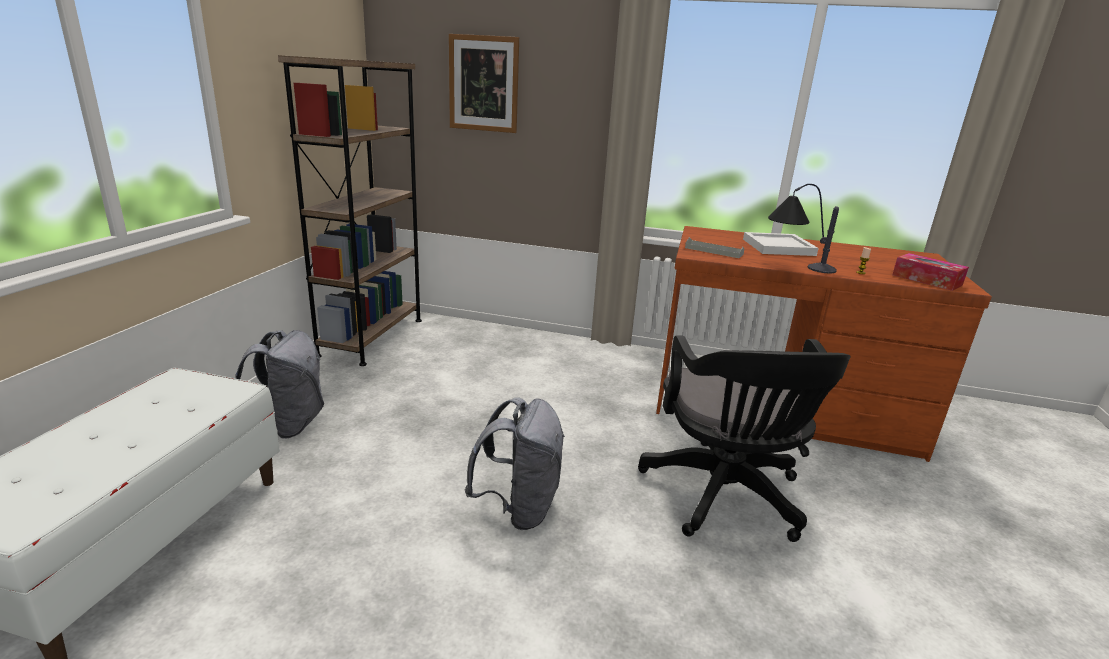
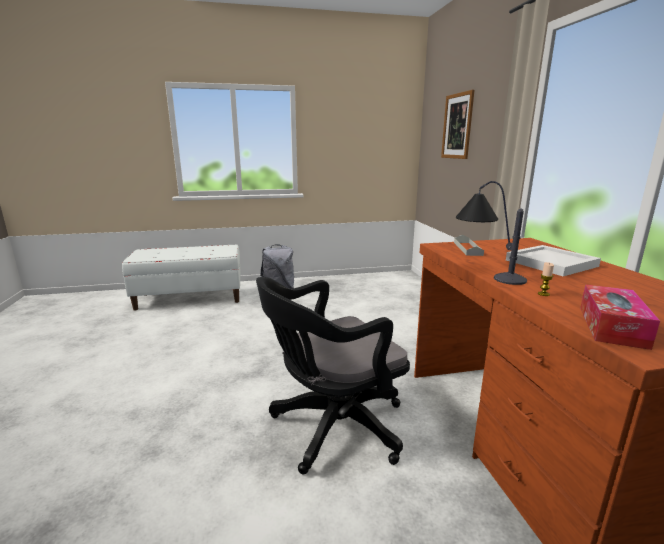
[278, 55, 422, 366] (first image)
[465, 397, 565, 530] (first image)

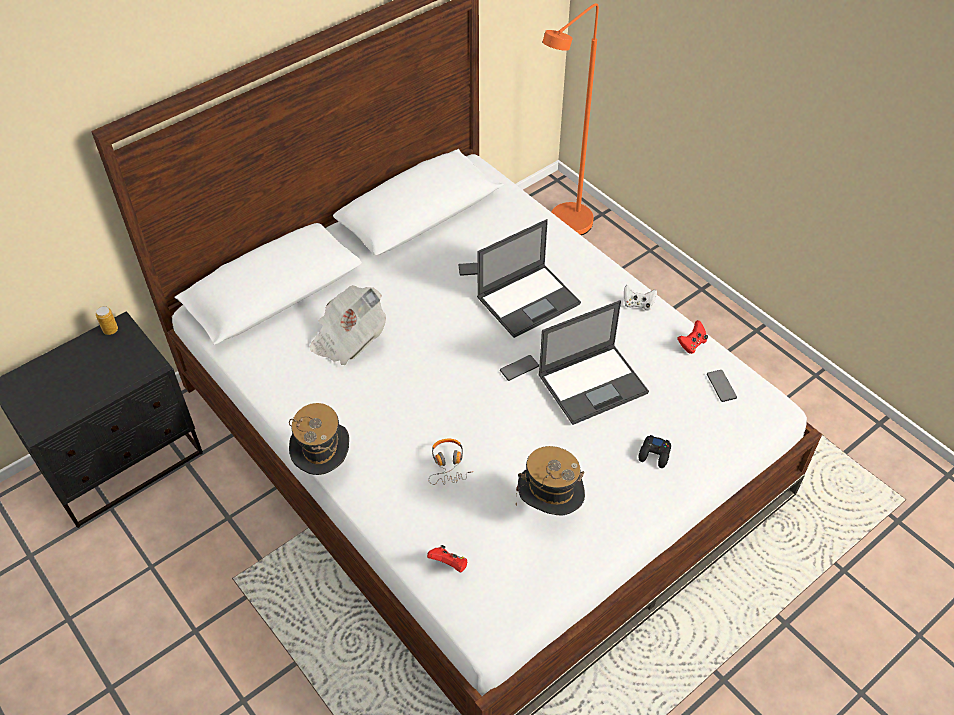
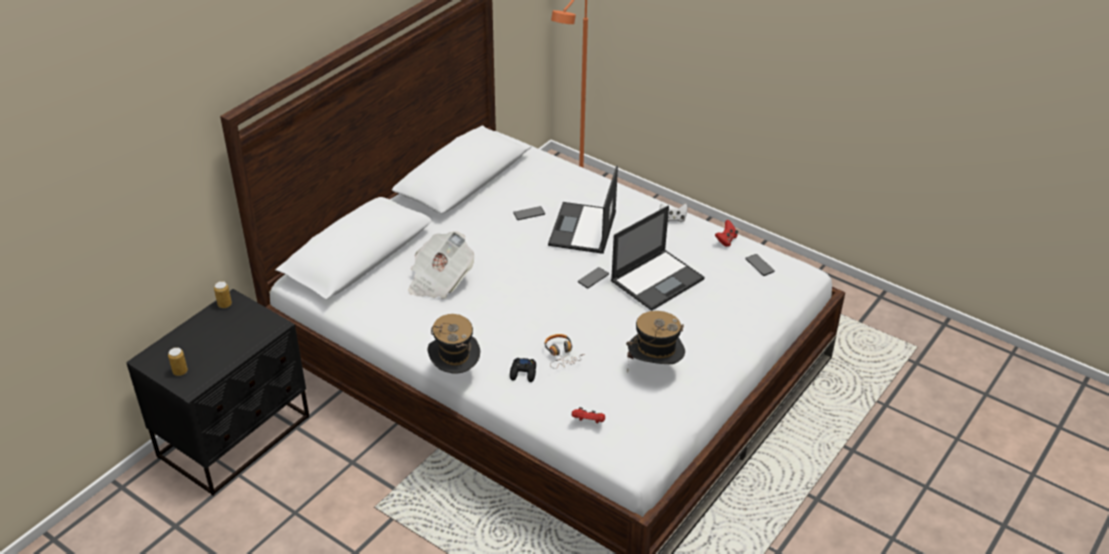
[548, 165, 618, 254]
[510, 358, 536, 382]
[168, 347, 188, 376]

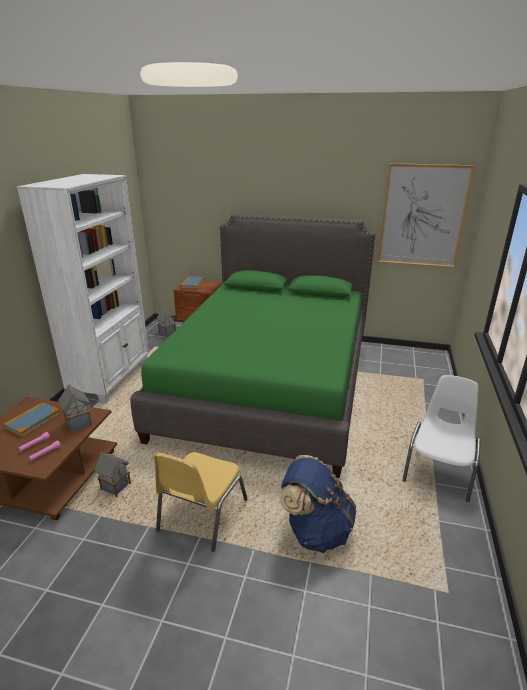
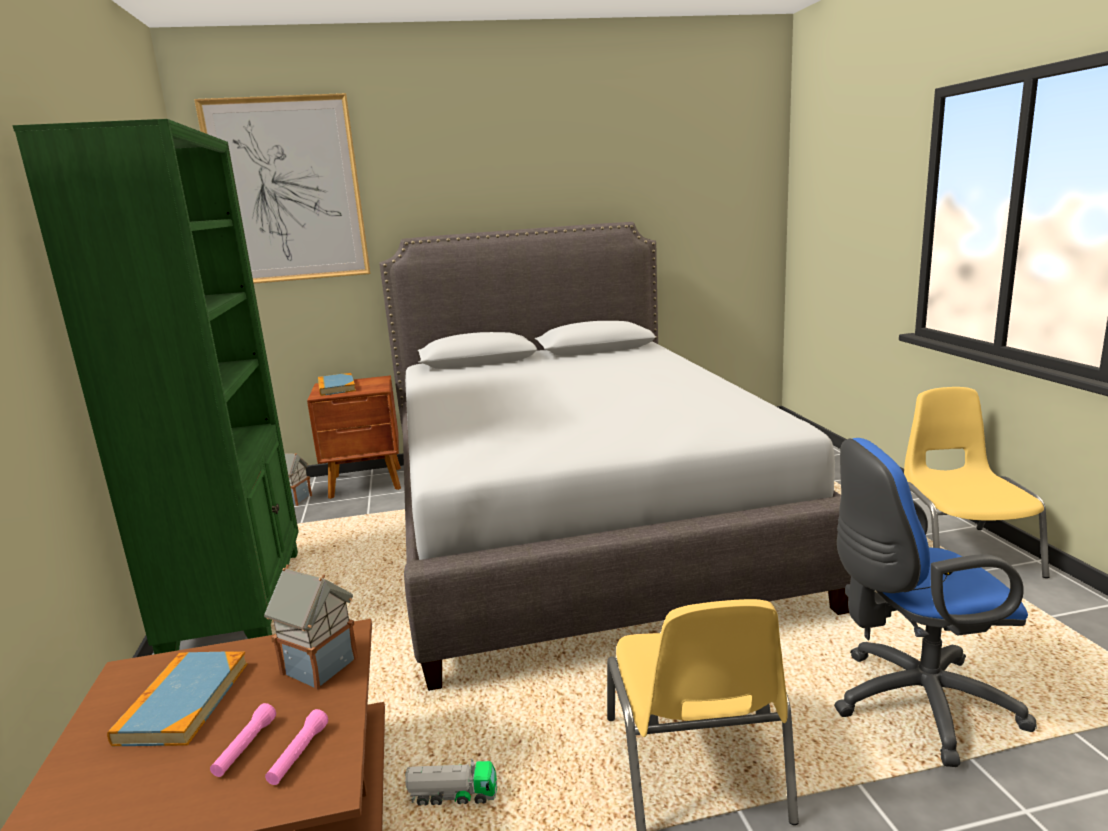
[194, 93, 371, 284]
[12, 119, 299, 654]
[379, 222, 851, 691]
[904, 387, 1050, 578]
[405, 759, 497, 806]
[834, 438, 1037, 767]

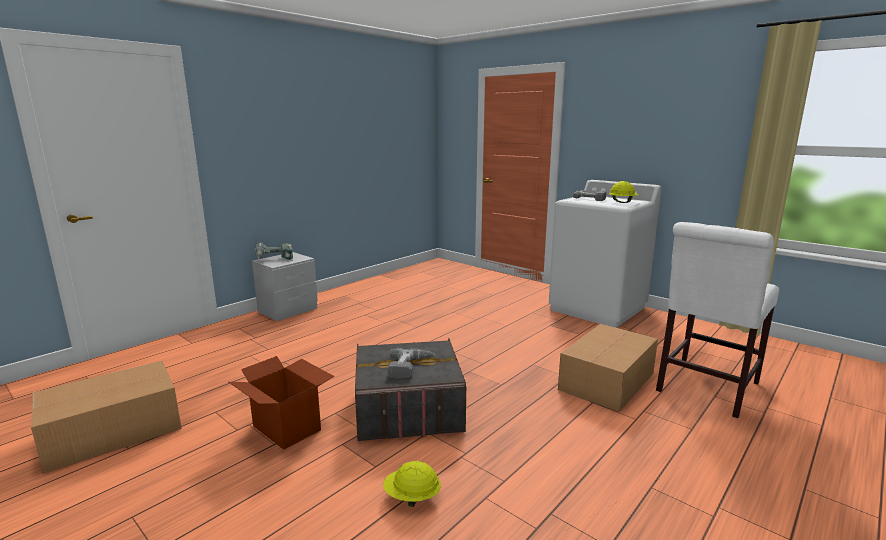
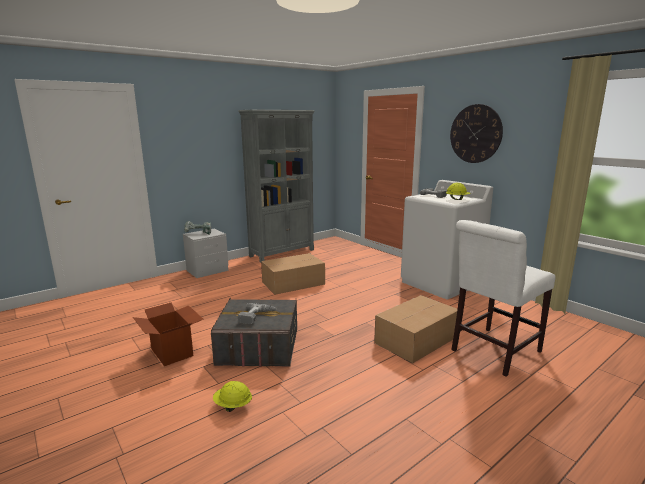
[261, 253, 325, 295]
[450, 104, 503, 163]
[238, 110, 315, 262]

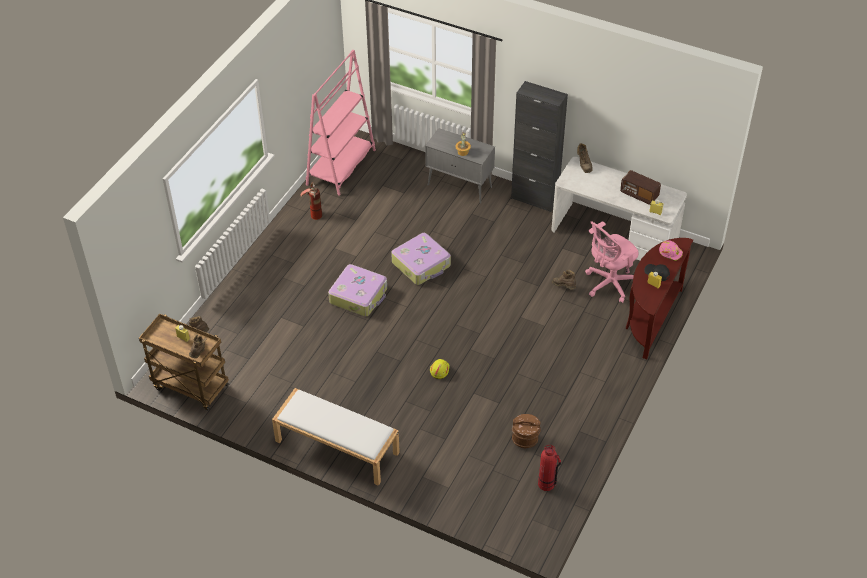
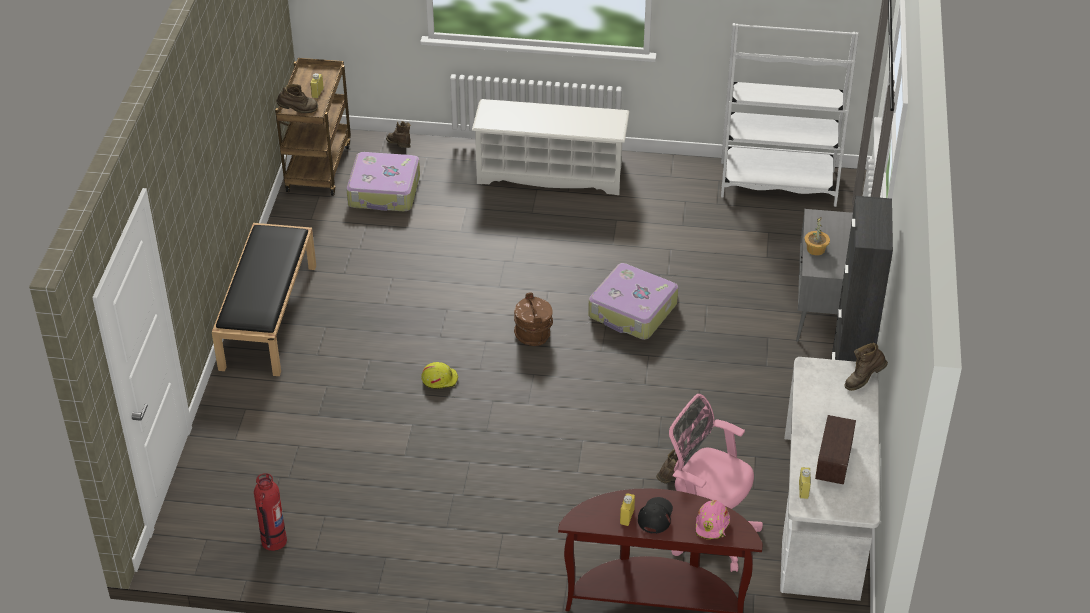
[721, 23, 859, 207]
[300, 182, 322, 220] (first image)
[346, 152, 420, 211]
[212, 223, 316, 376]
[514, 292, 553, 346]
[472, 99, 629, 195]

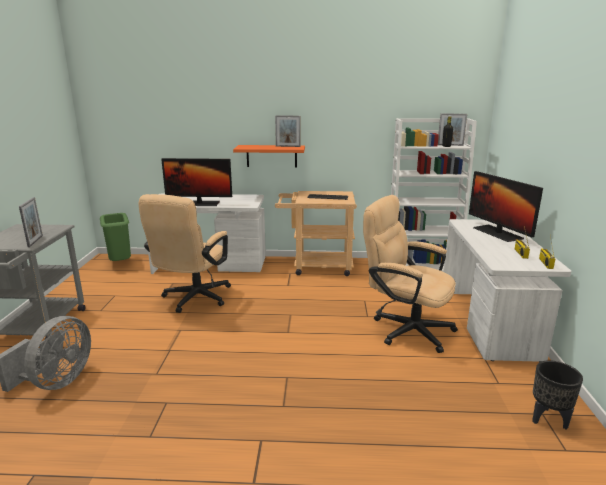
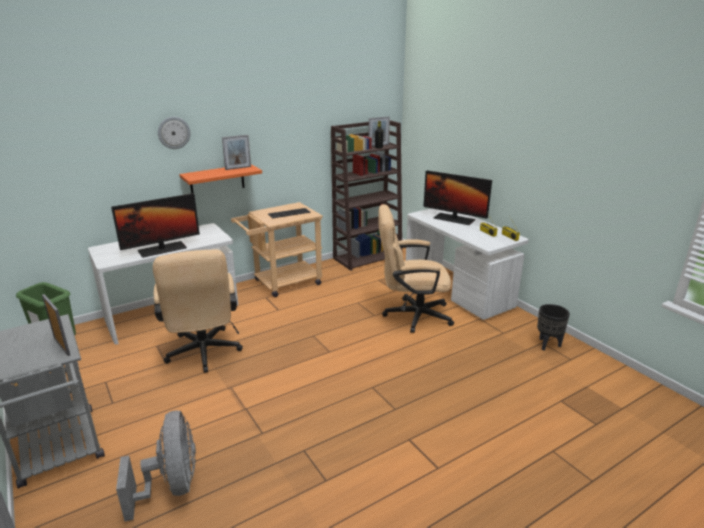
[331, 120, 402, 271]
[158, 117, 191, 149]

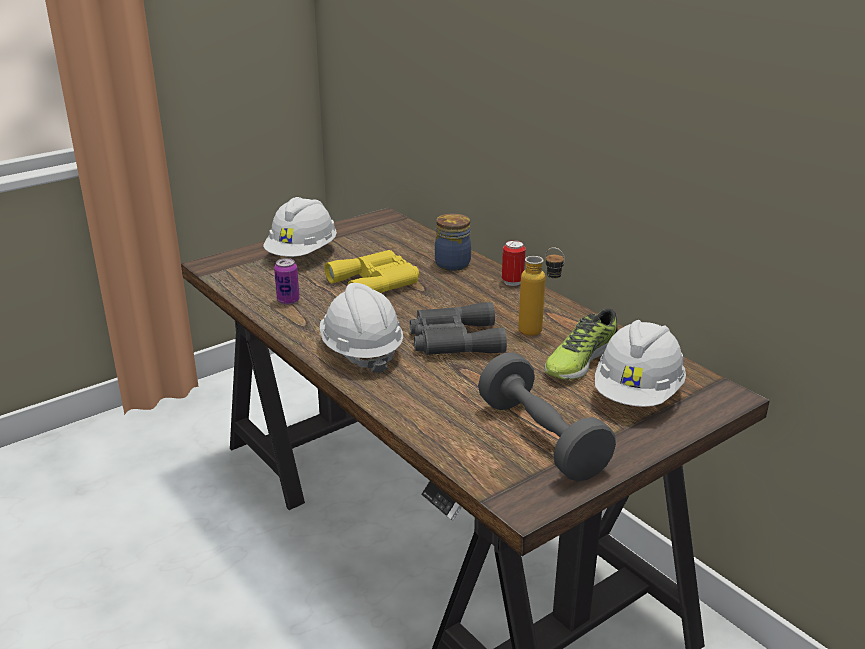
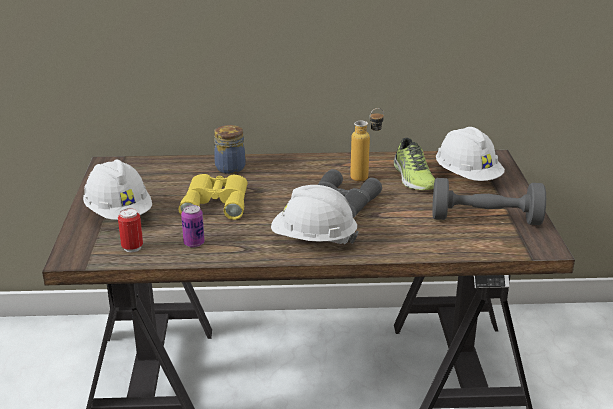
[118, 208, 143, 252]

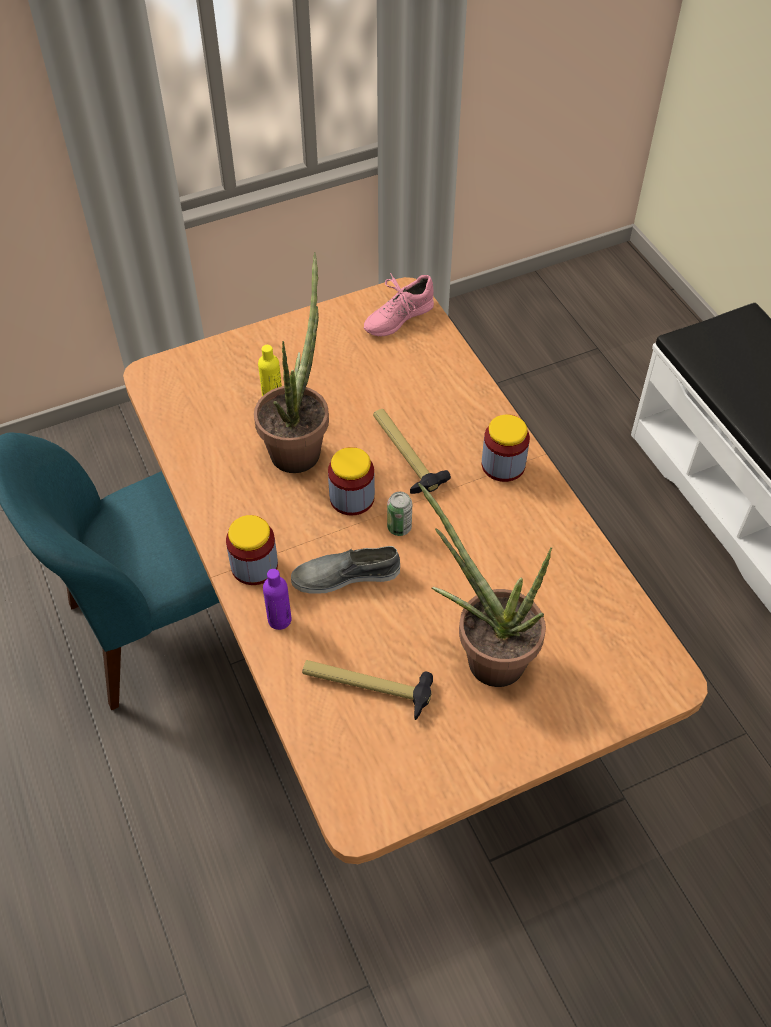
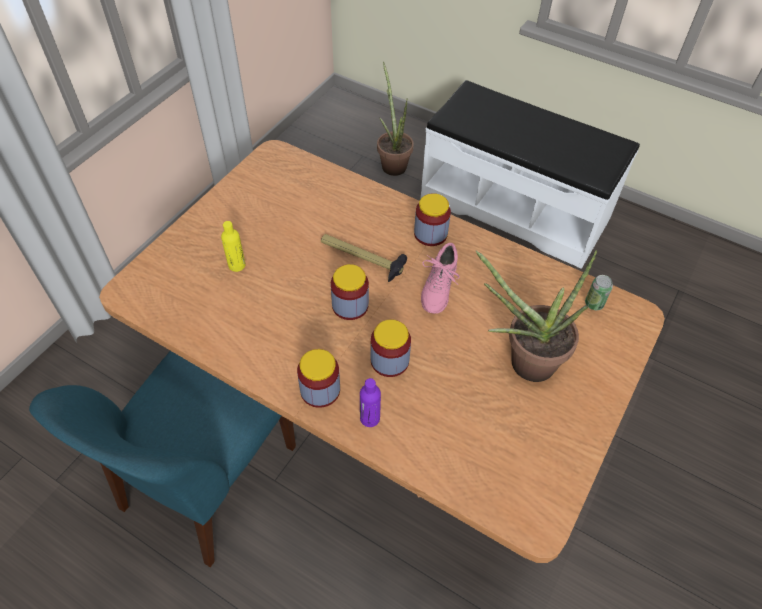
[377, 62, 414, 176]
[421, 243, 459, 314]
[585, 275, 613, 310]
[371, 319, 411, 377]
[302, 660, 433, 720] (first image)

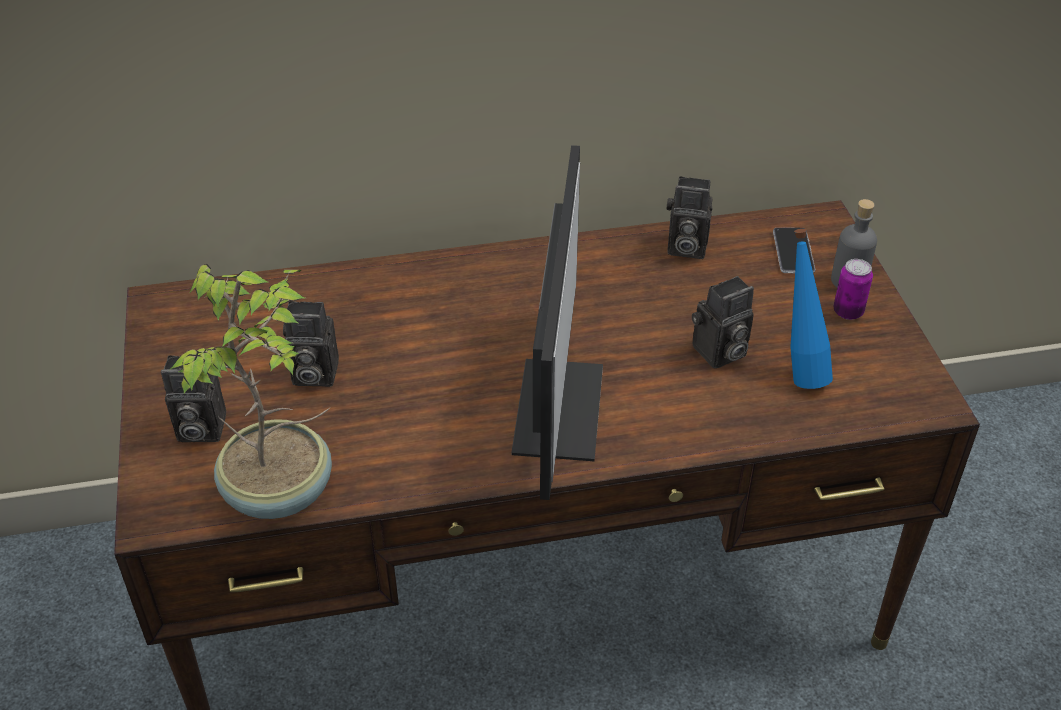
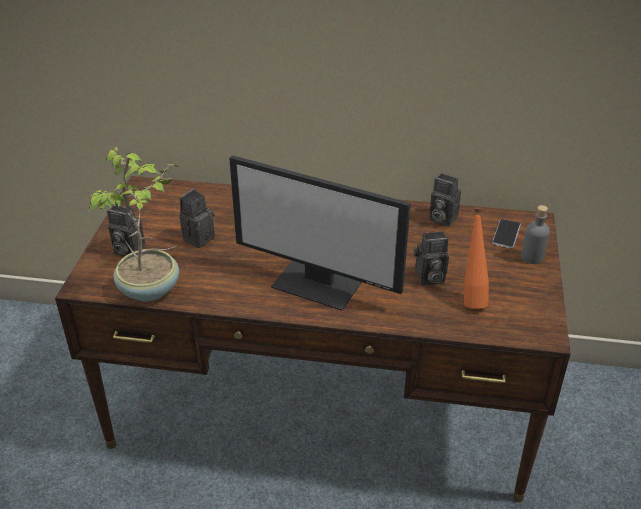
[229, 155, 411, 311]
[464, 207, 489, 309]
[833, 259, 873, 320] (first image)
[180, 189, 215, 248]

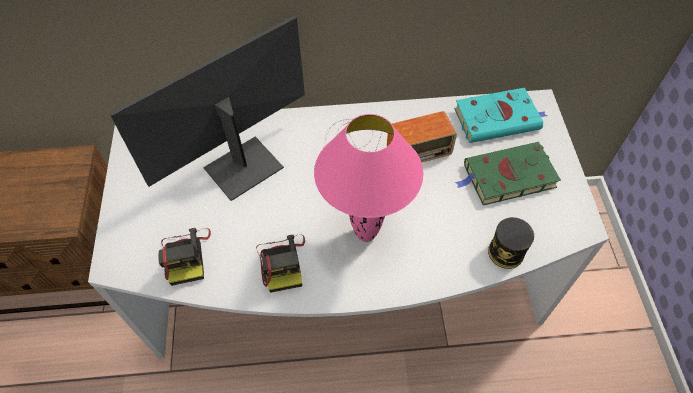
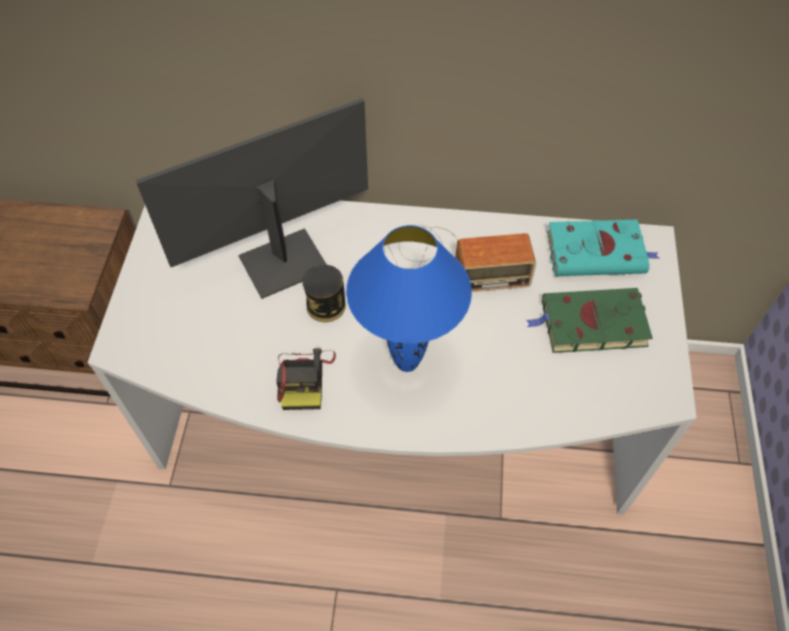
[346, 225, 472, 372]
[302, 264, 346, 322]
[159, 228, 211, 286] (first image)

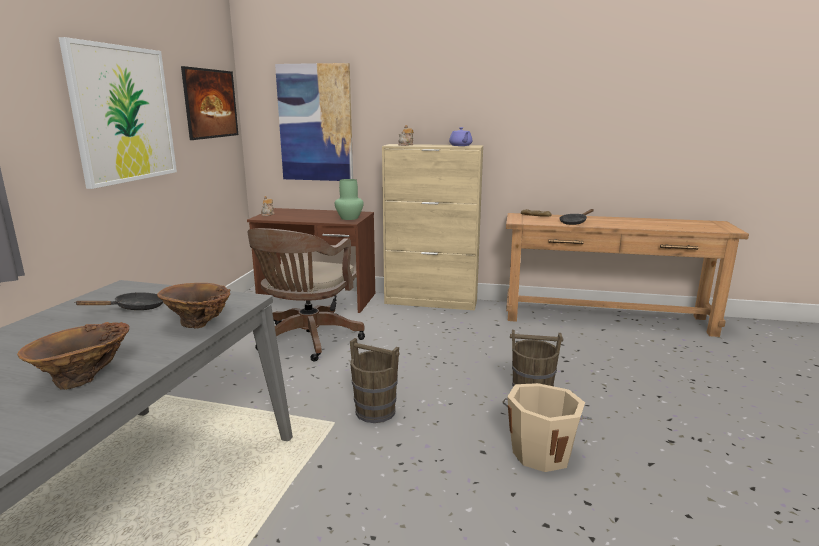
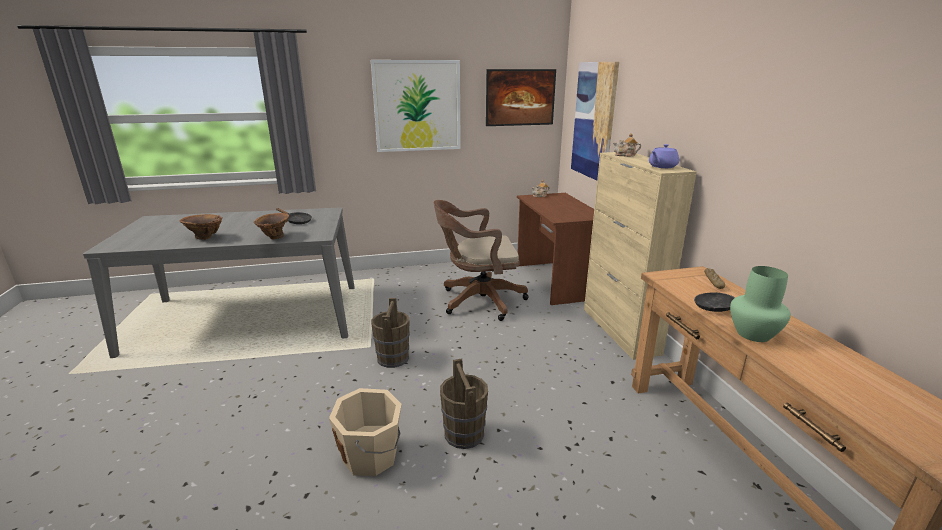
[730, 266, 791, 342]

